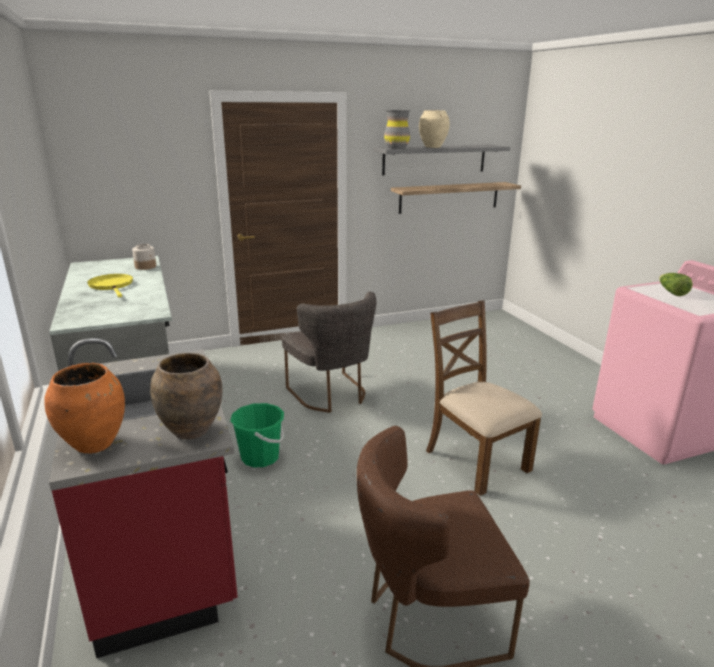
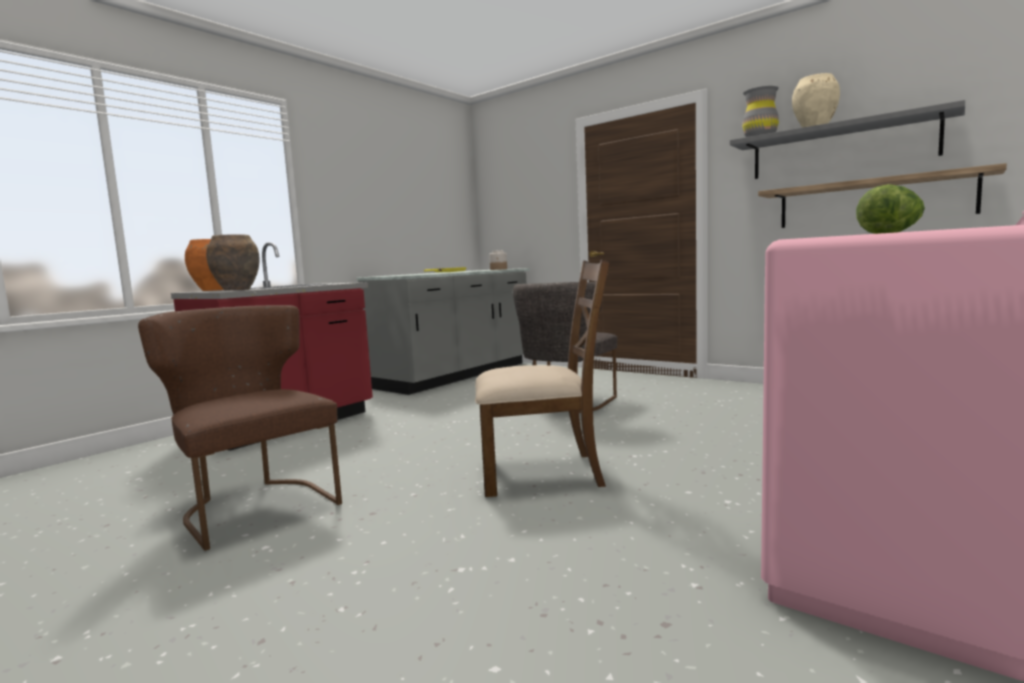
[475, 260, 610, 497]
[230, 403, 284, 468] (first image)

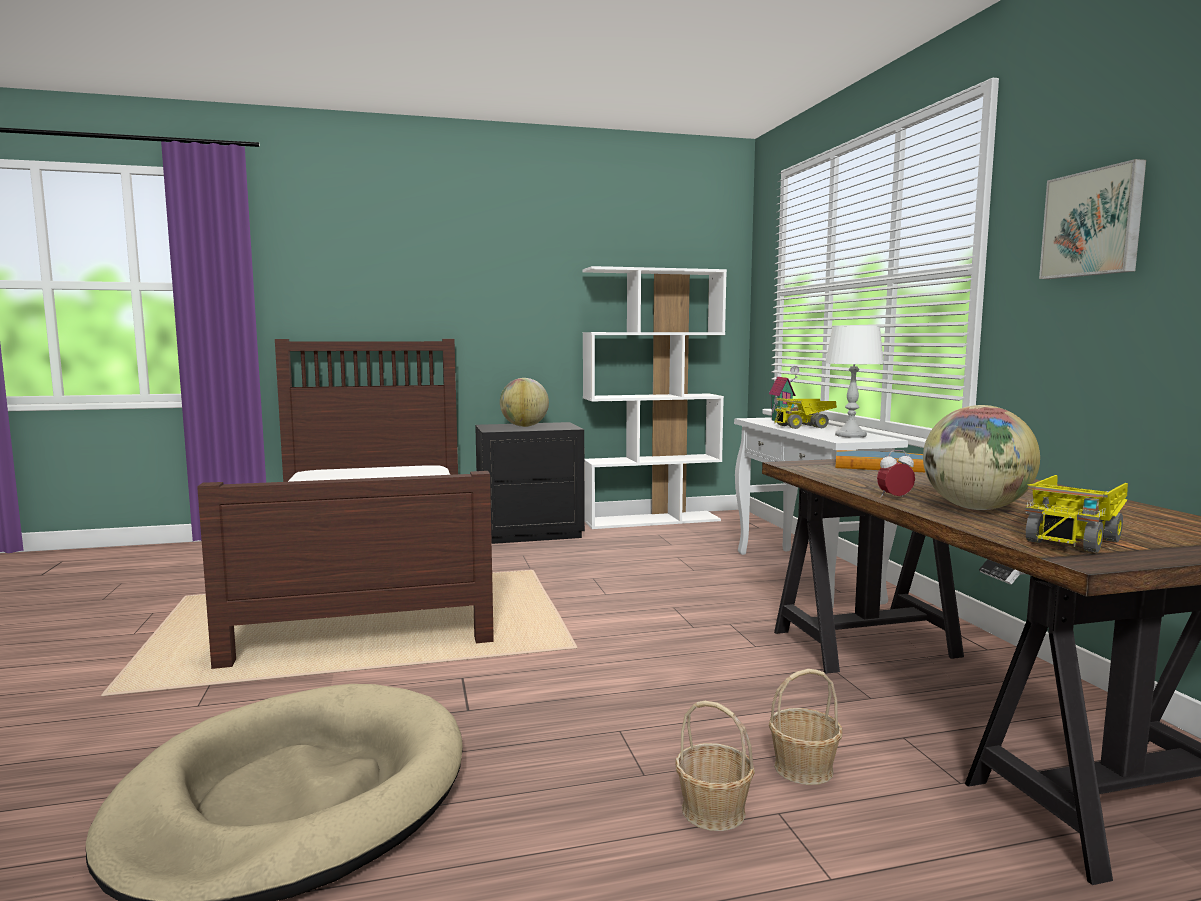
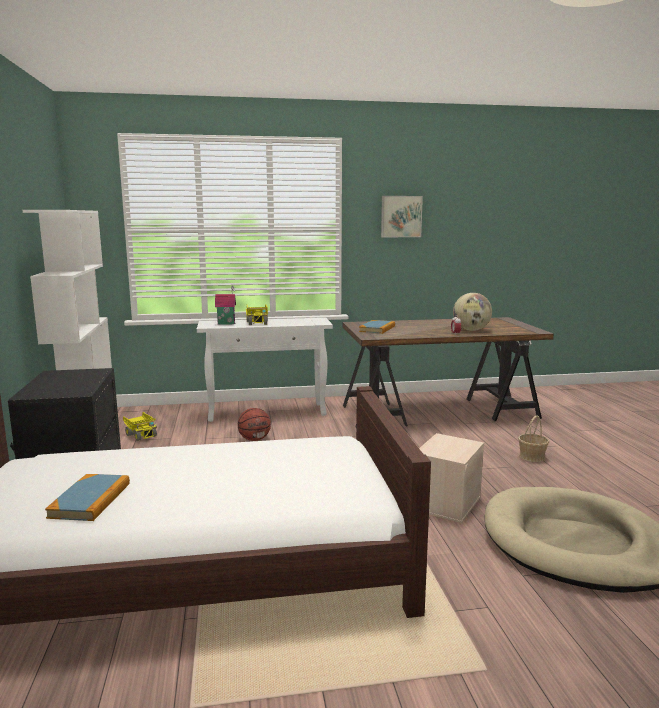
[825, 325, 884, 438] (first image)
[500, 378, 549, 427] (first image)
[123, 412, 157, 441]
[769, 669, 843, 785] (first image)
[238, 408, 271, 441]
[419, 433, 484, 523]
[45, 474, 130, 521]

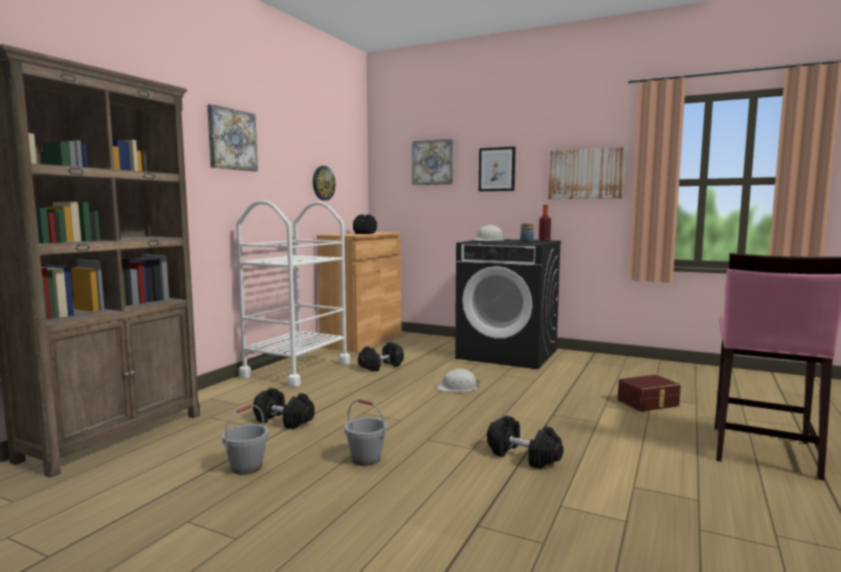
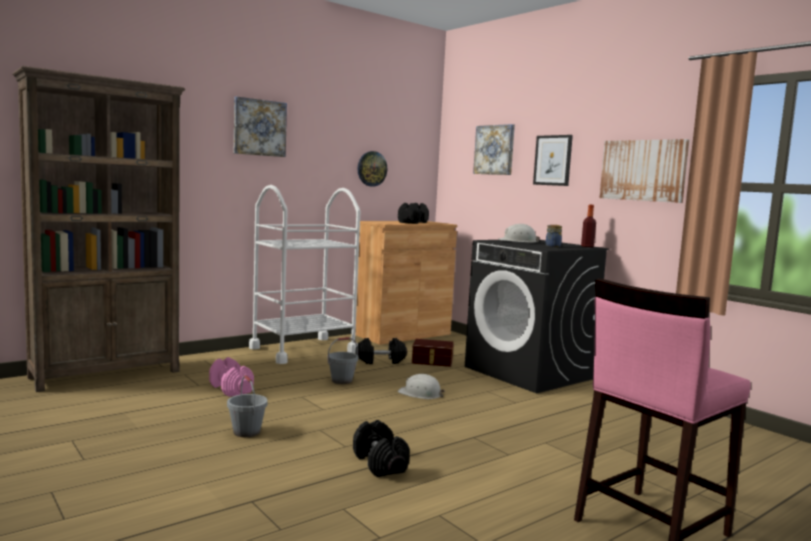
[412, 339, 454, 367]
[209, 357, 254, 397]
[327, 337, 358, 384]

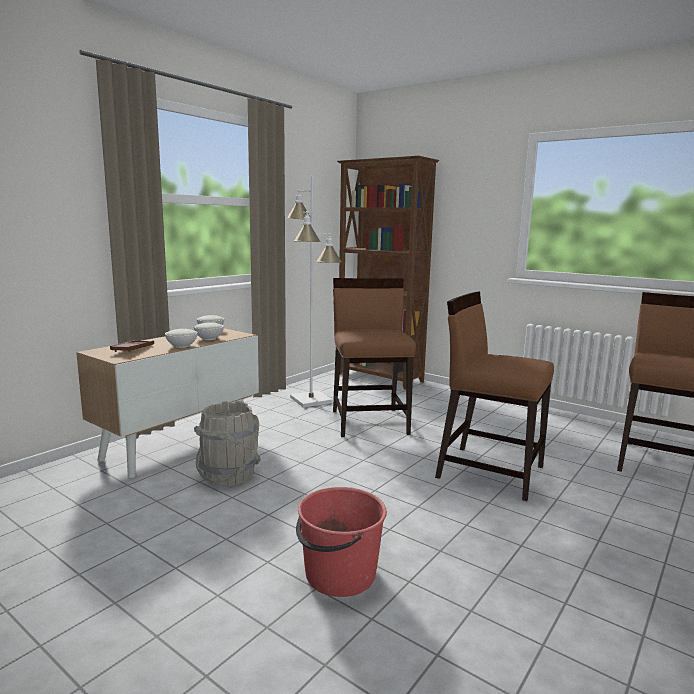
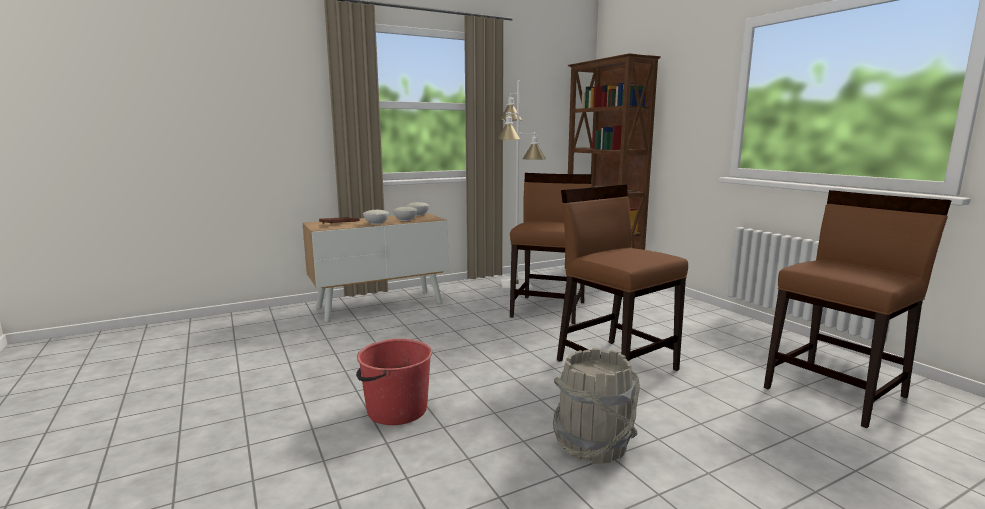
[553, 348, 640, 464]

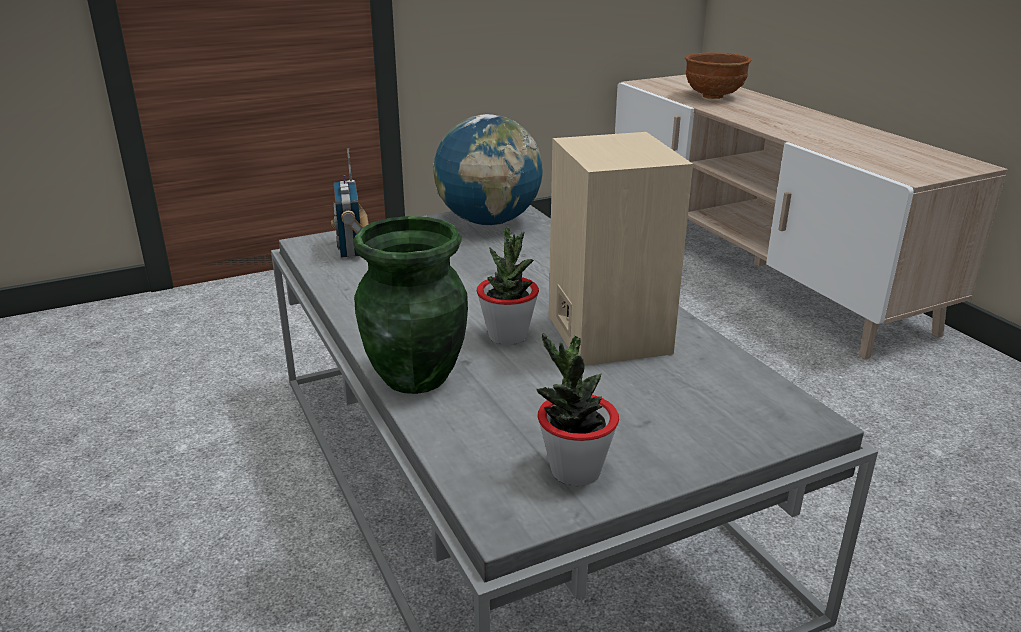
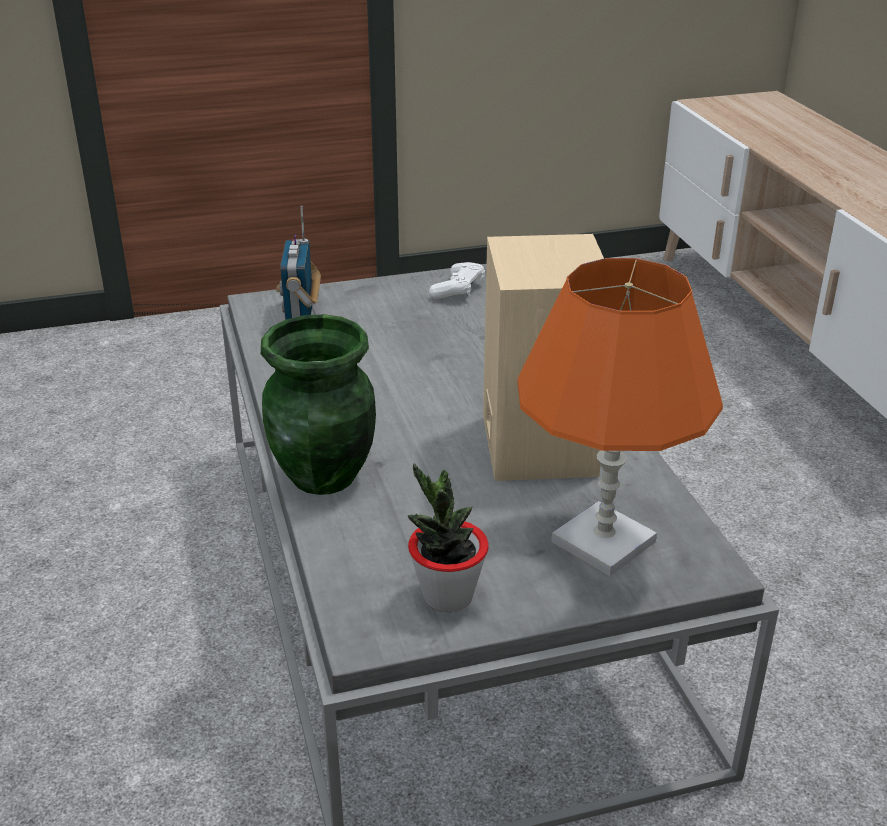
[685, 52, 751, 99] (first image)
[429, 262, 485, 299]
[477, 227, 539, 345] (first image)
[517, 258, 723, 576]

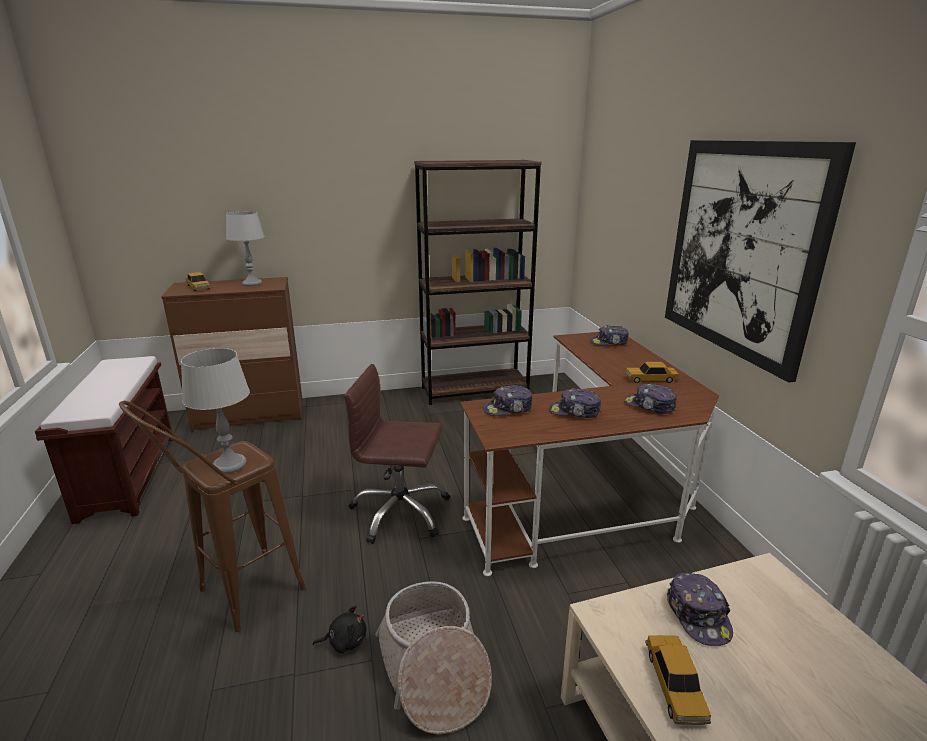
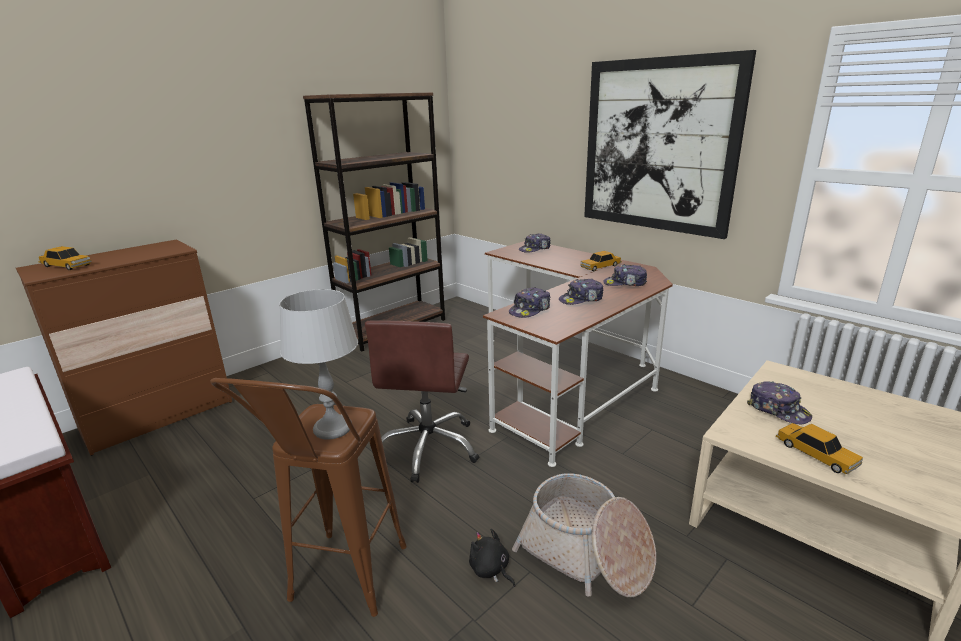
[226, 211, 265, 286] (first image)
[365, 320, 479, 483]
[469, 529, 515, 587]

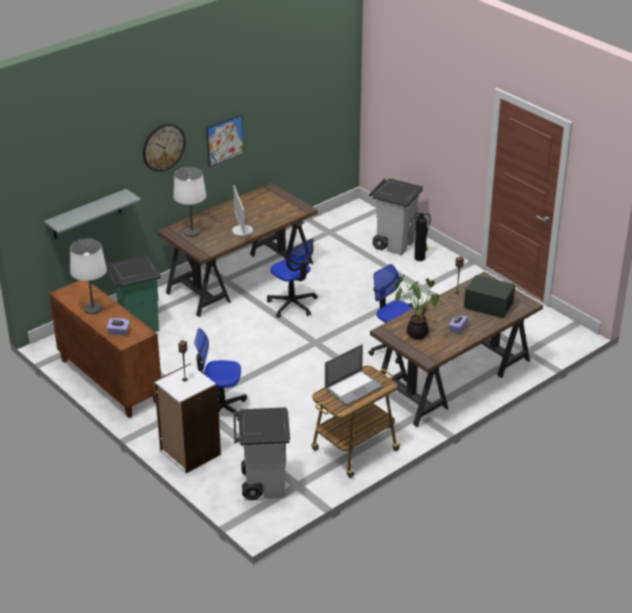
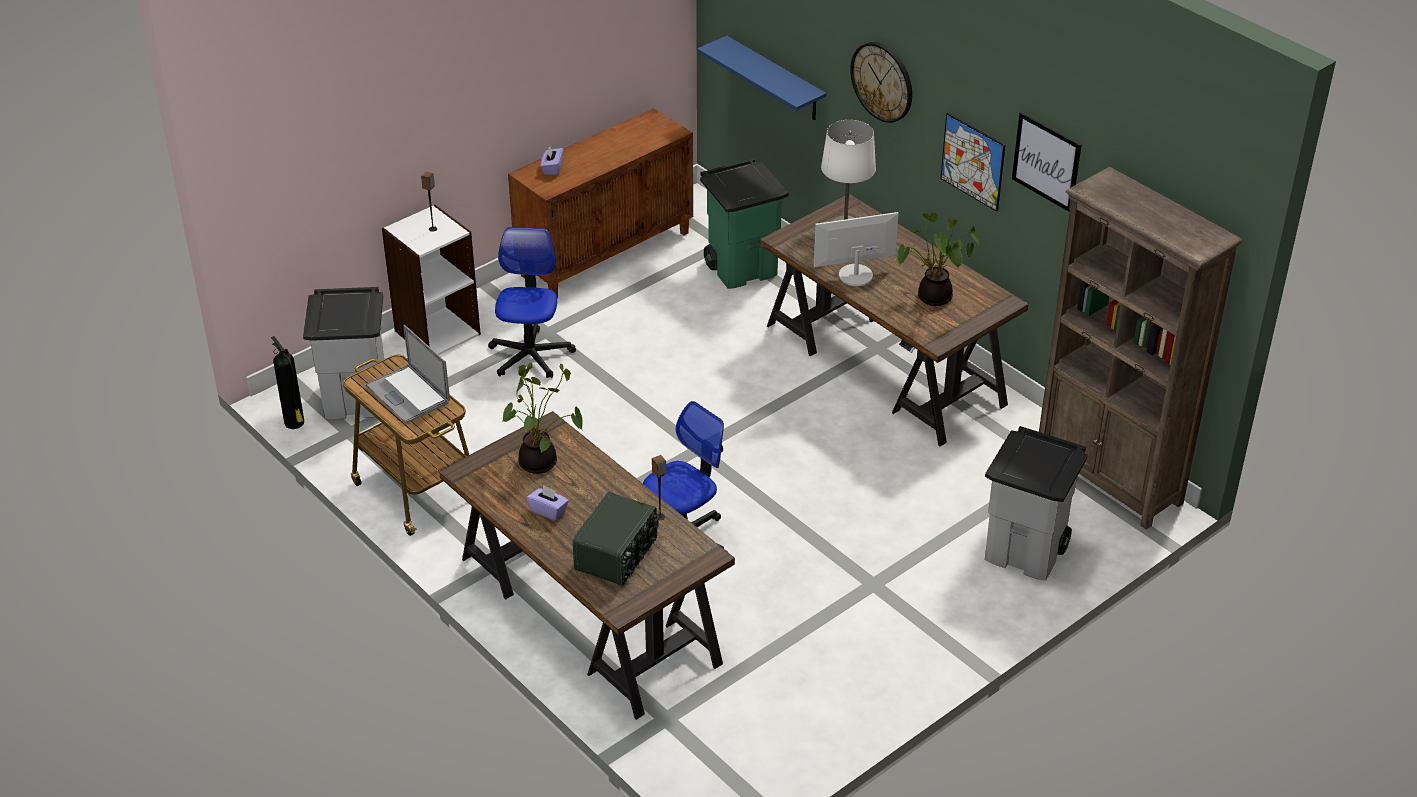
[697, 36, 826, 120]
[271, 336, 304, 429]
[70, 239, 107, 314] (first image)
[267, 239, 318, 318] (first image)
[1012, 112, 1082, 212]
[1039, 167, 1243, 530]
[897, 213, 980, 306]

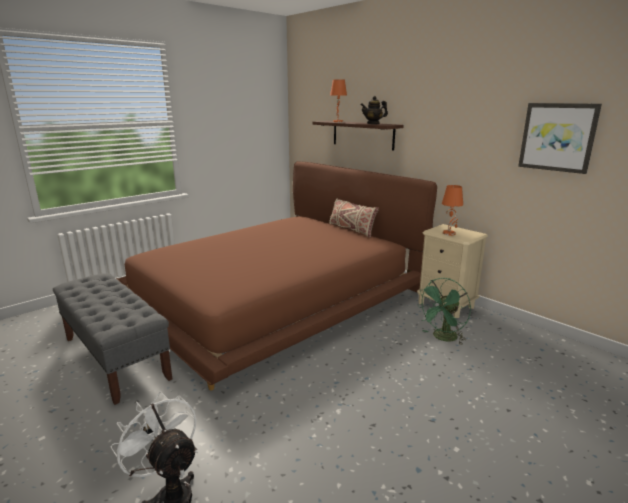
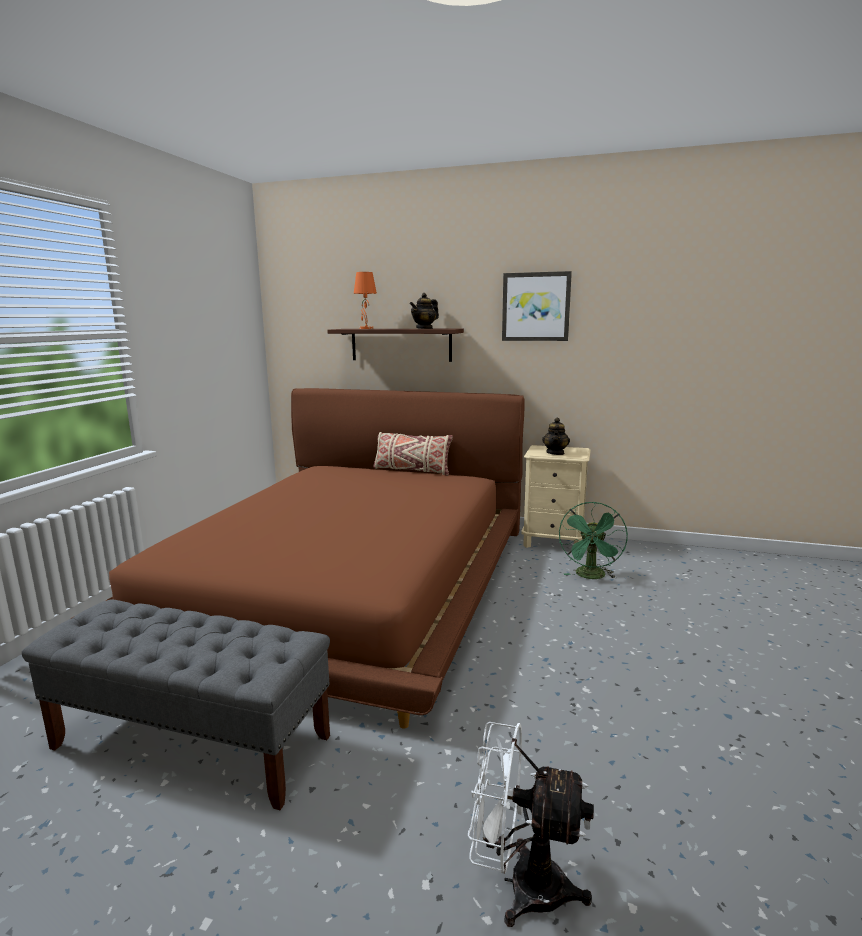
[502, 271, 572, 341]
[542, 418, 570, 455]

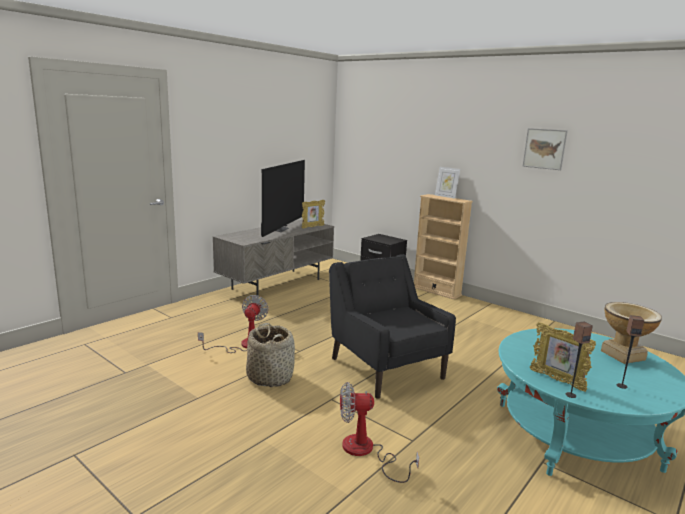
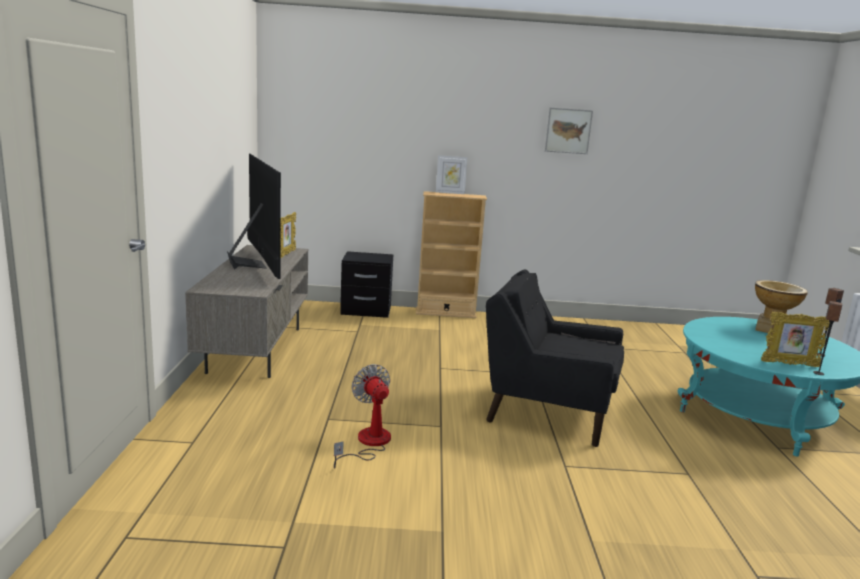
[246, 323, 295, 387] (first image)
[340, 382, 419, 483] (first image)

